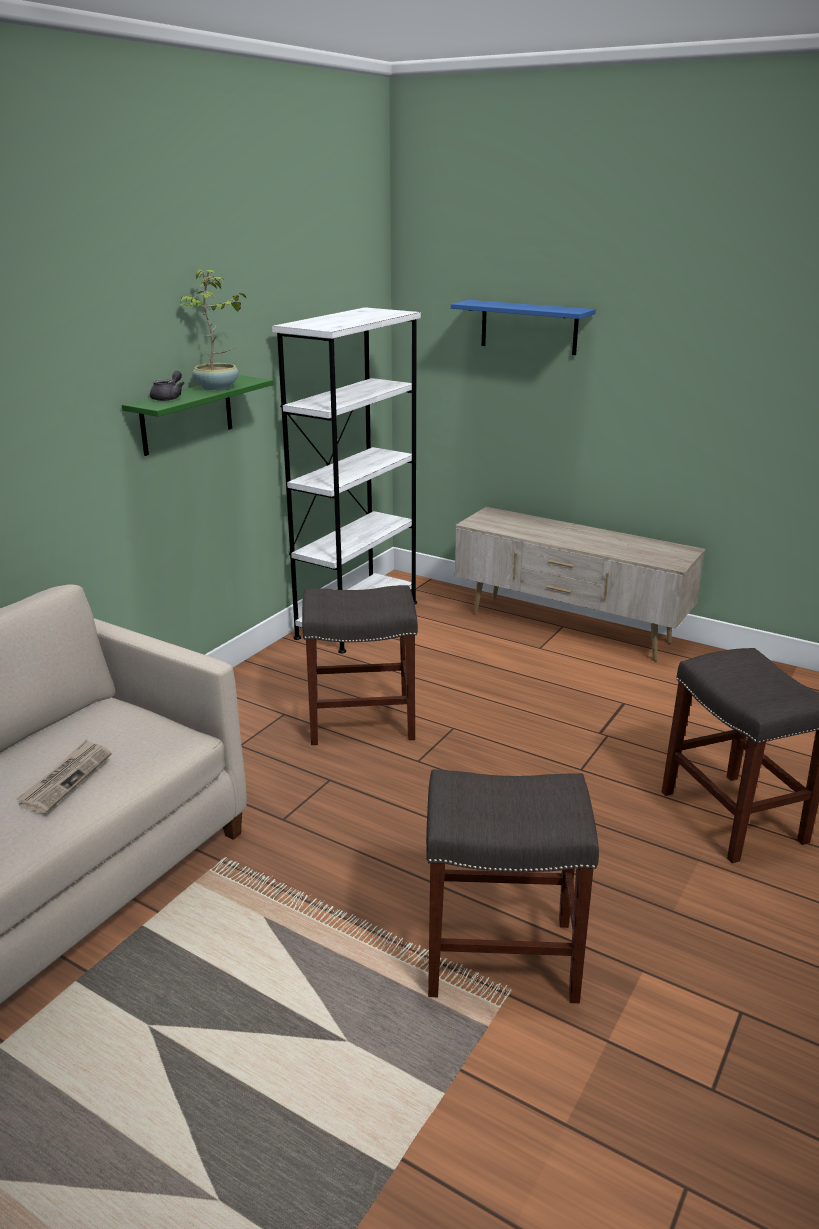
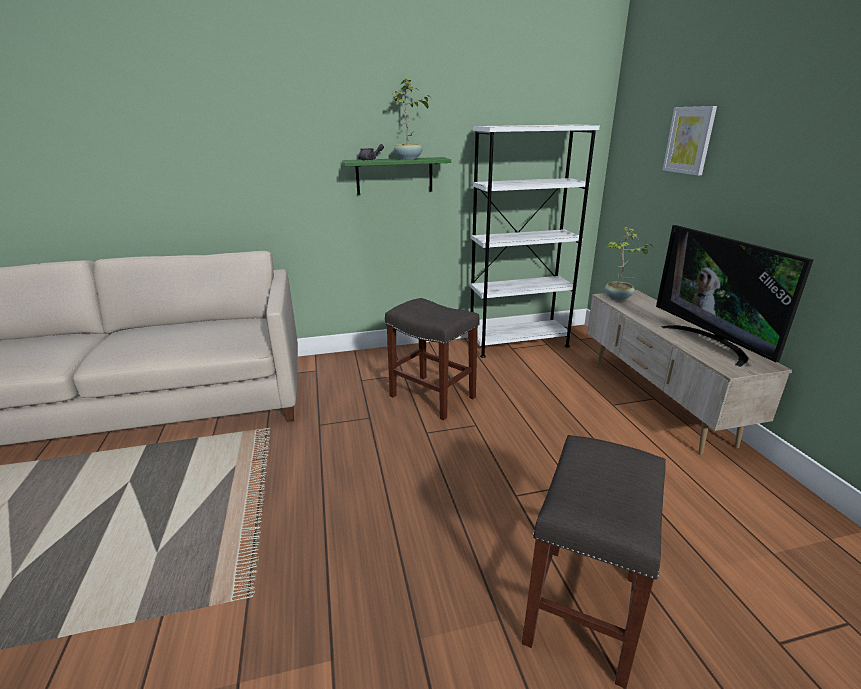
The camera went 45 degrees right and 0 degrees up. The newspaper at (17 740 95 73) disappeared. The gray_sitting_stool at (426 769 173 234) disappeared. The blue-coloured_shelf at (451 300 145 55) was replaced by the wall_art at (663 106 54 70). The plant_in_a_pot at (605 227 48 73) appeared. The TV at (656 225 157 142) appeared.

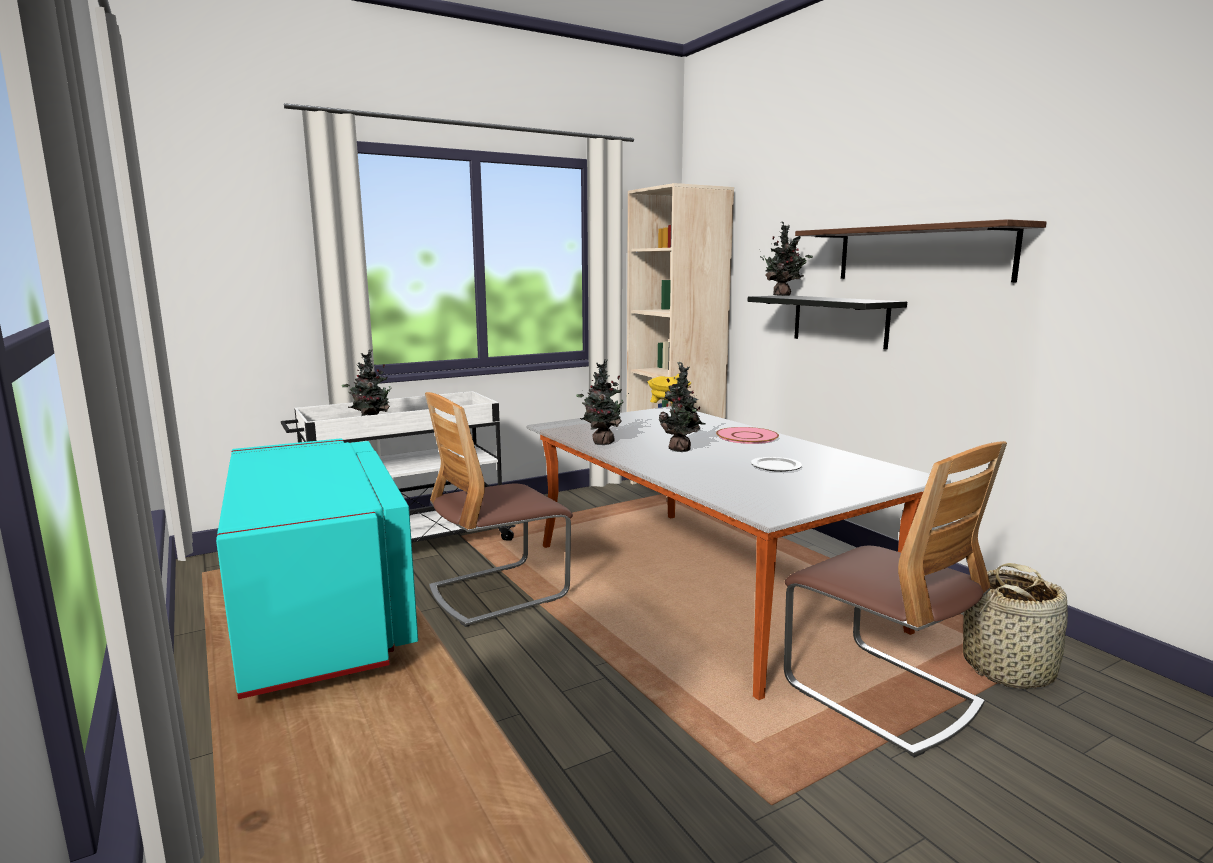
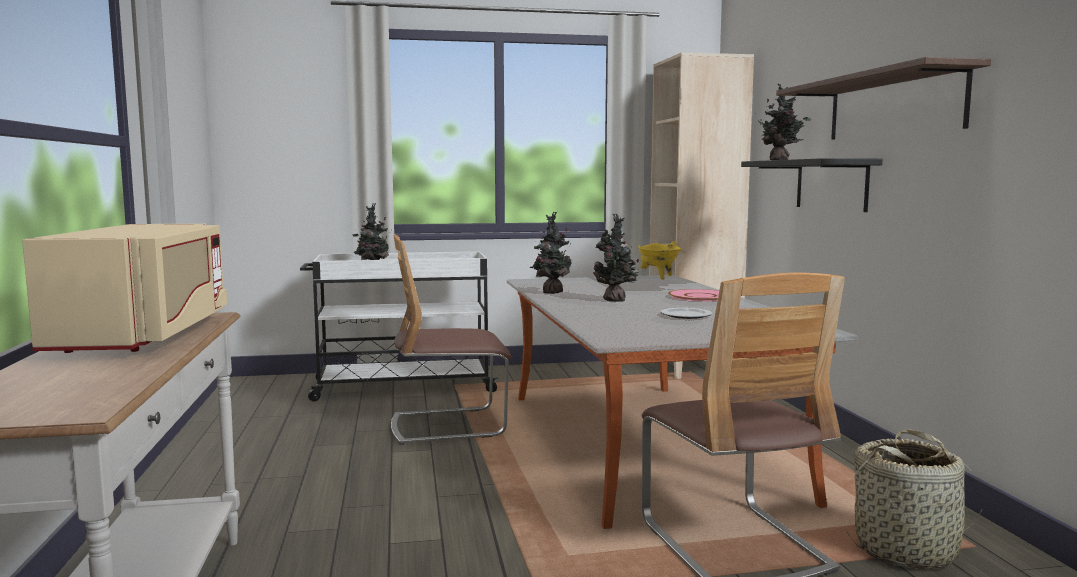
The camera went 20 degrees right and 5 degrees down. The blue-green_kitchen_microwave at (216 438 202 261) became the sand-coloured_kitchen_microwave at (22 224 205 129).

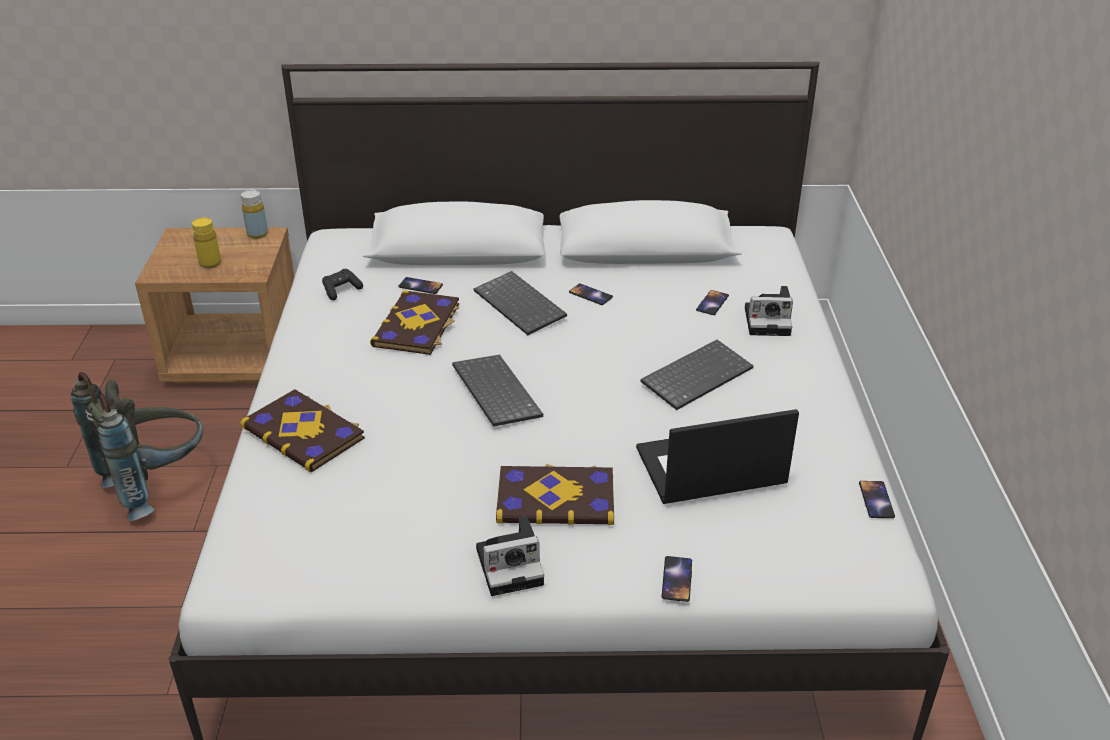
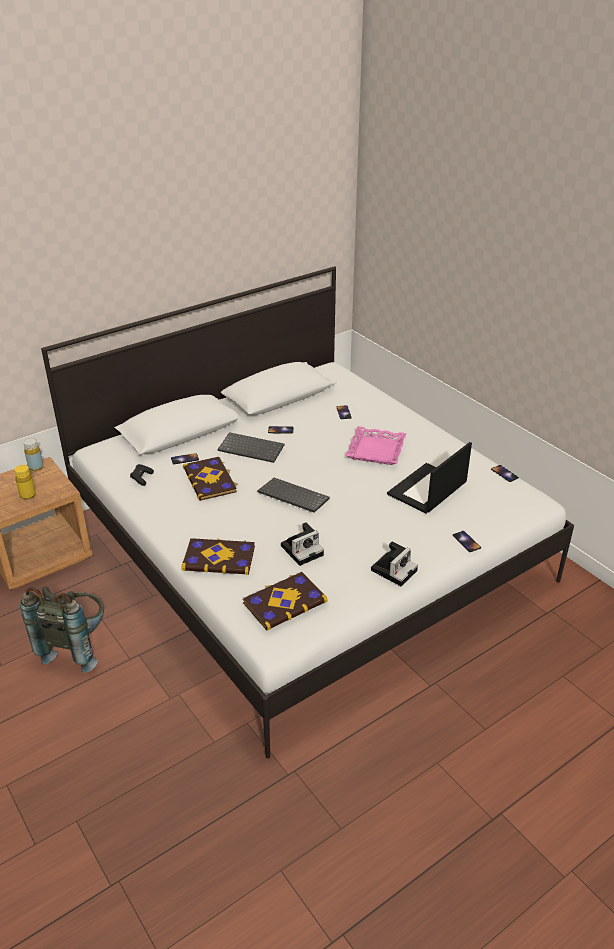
The camera went 35 degrees left and 0 degrees up. The bound_book moved from (496 464 118 61) to (243 572 85 59). The keyboard at (640 340 114 70) was replaced by the pink_tray at (346 426 61 39). The photo_camera moved from (745 286 48 50) to (281 523 43 43).

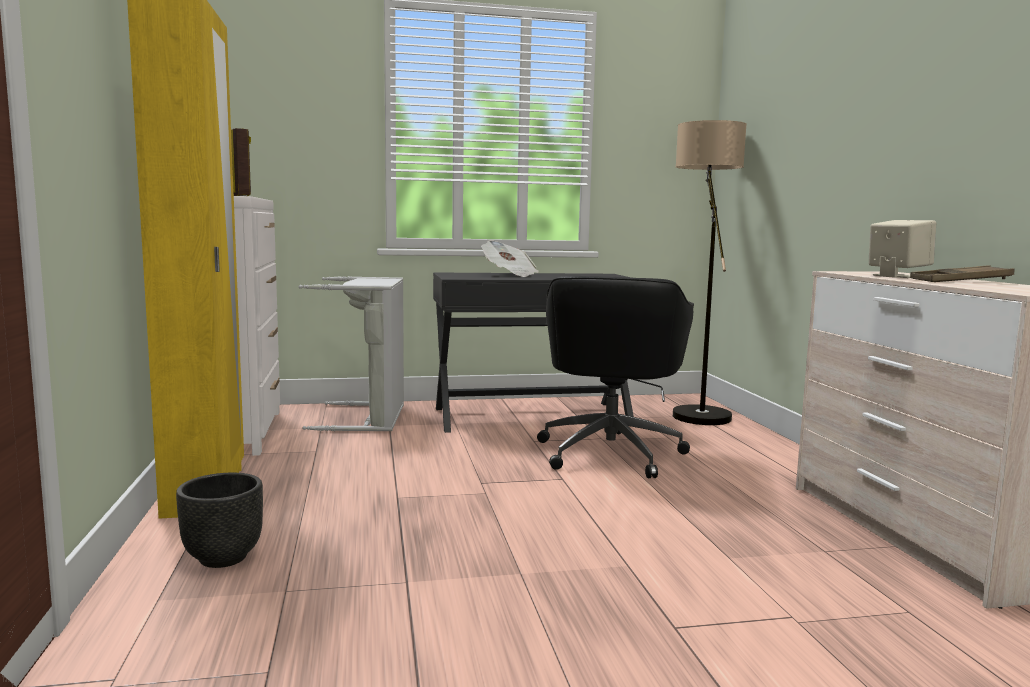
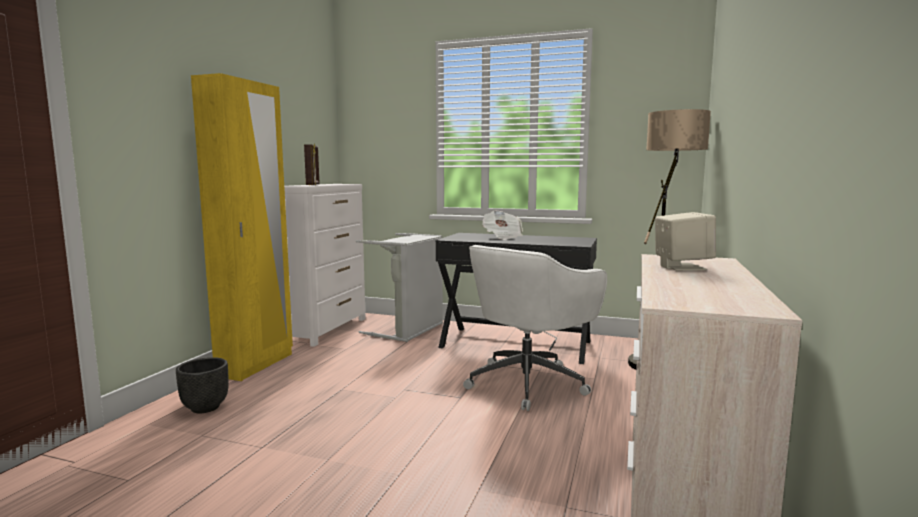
The camera went 30 degrees right and 0 degrees up. The black-coloured_office_chair at (537 276 157 202) became the white_office_chair at (463 245 144 166). The brown-coloured_tray at (910 265 105 17) disappeared.

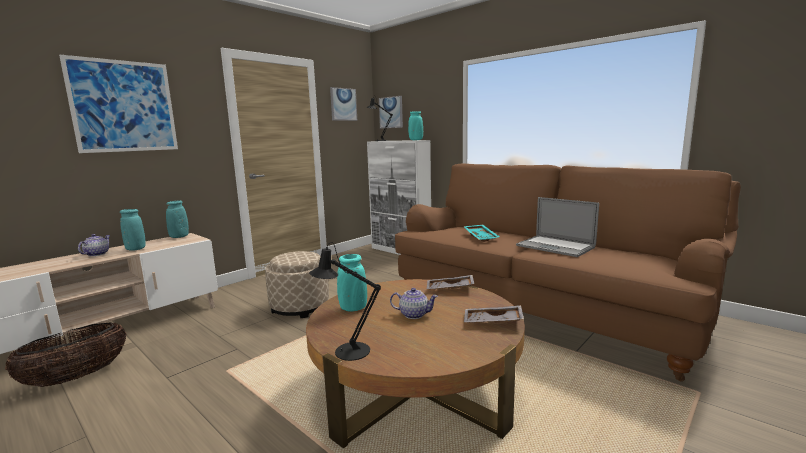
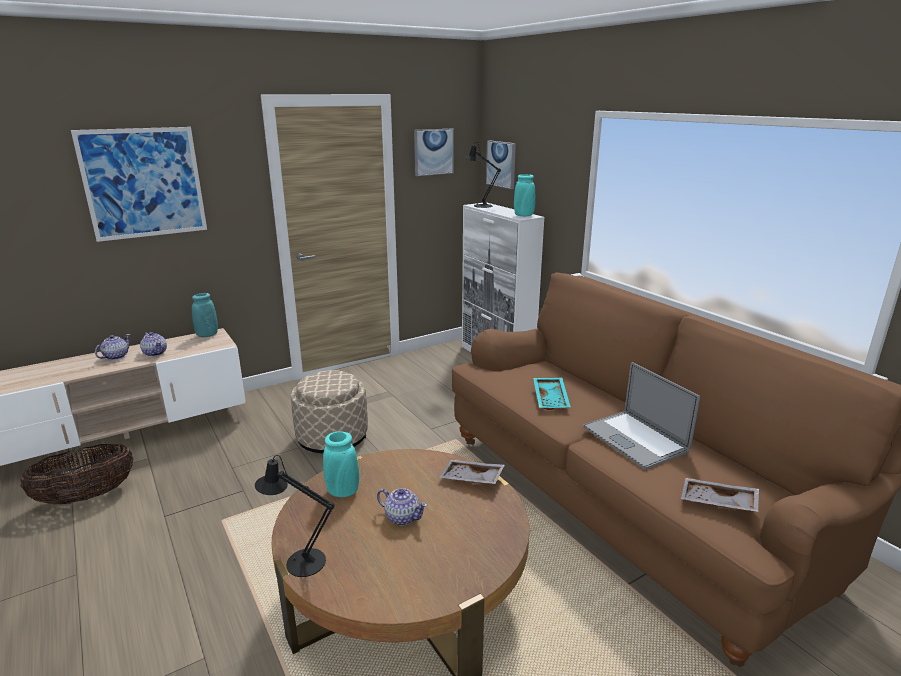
The camera went 15 degrees right and 10 degrees up. The blue-green_decorative_vase at (120 209 25 42) was replaced by the pot_for_tea at (140 332 27 25). The gray_tray moved from (464 305 60 18) to (681 478 78 34).

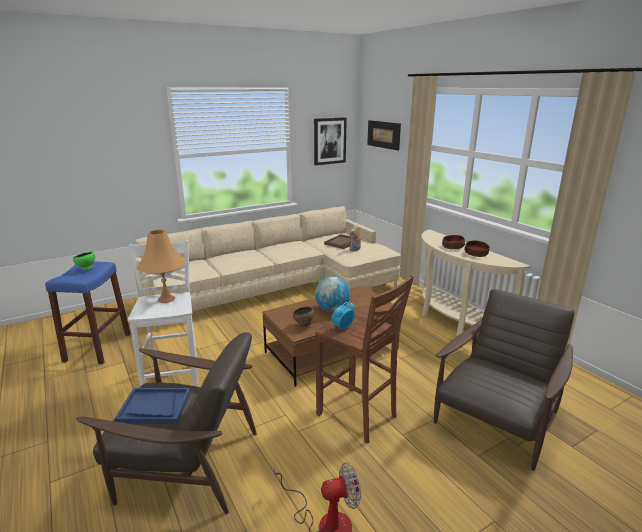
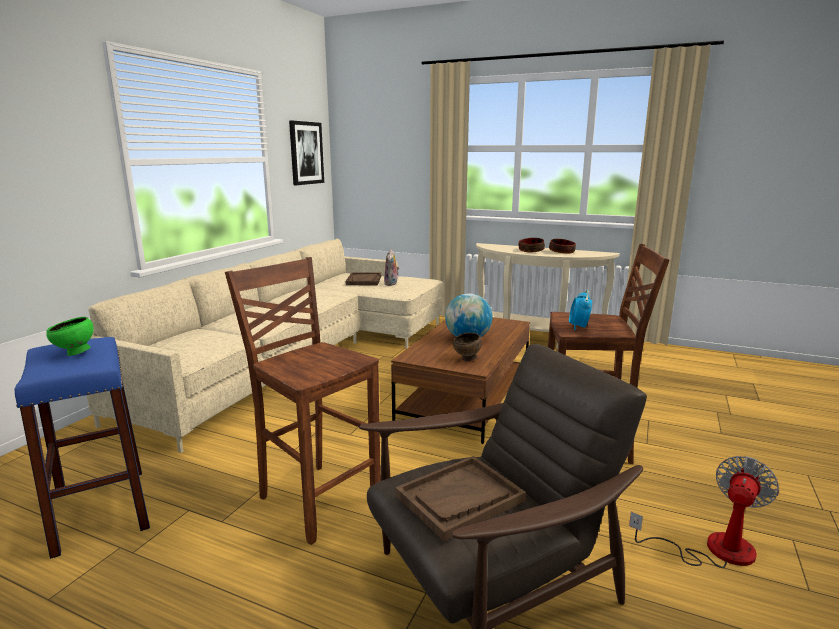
The camera went 35 degrees left and 5 degrees down. The blue-coloured_tray at (114 388 77 36) became the brown-coloured_tray at (396 456 130 85). The white_sitting_stool at (128 240 71 147) became the brown-coloured_sitting_stool at (225 257 156 288). The orange-coloured_tabletop_lamp at (136 230 49 73) disappeared. The wall_art at (367 120 34 31) disappeared. The brown-coloured_lounge_chair at (434 289 141 182) disappeared.

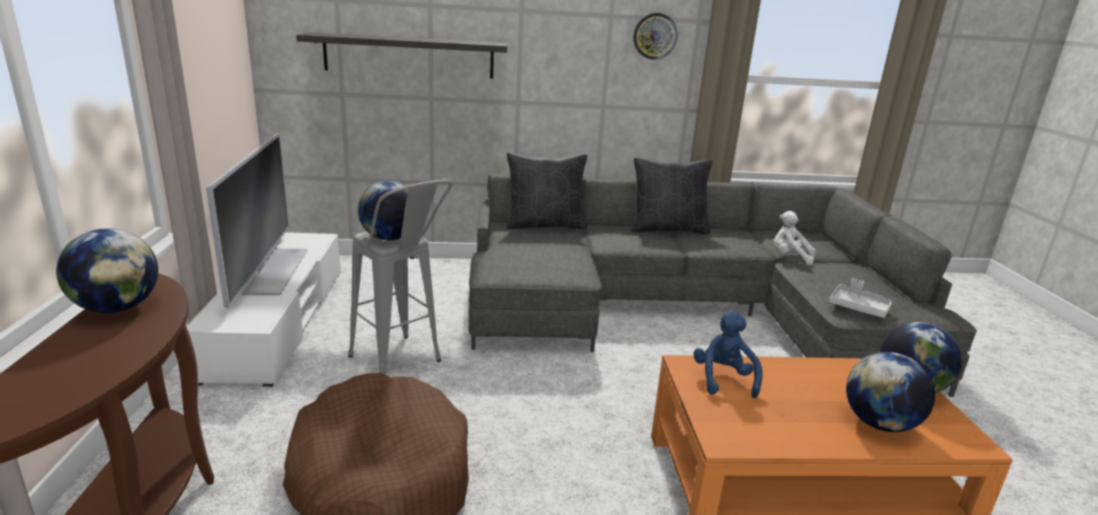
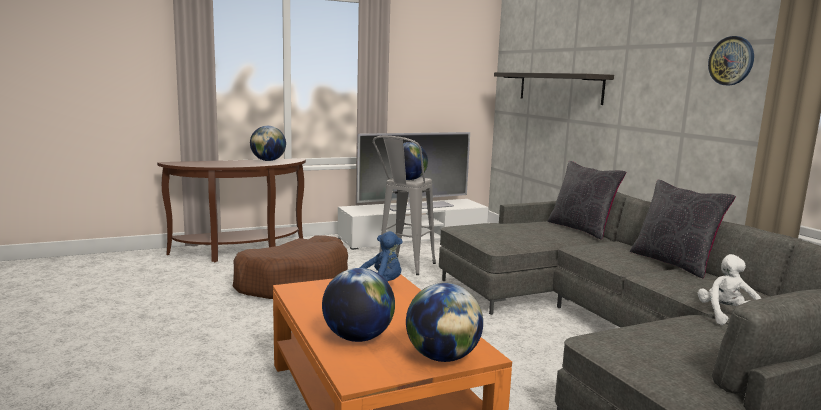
The camera went 70 degrees right and 10 degrees down. The gray_tray at (829 278 63 40) disappeared.

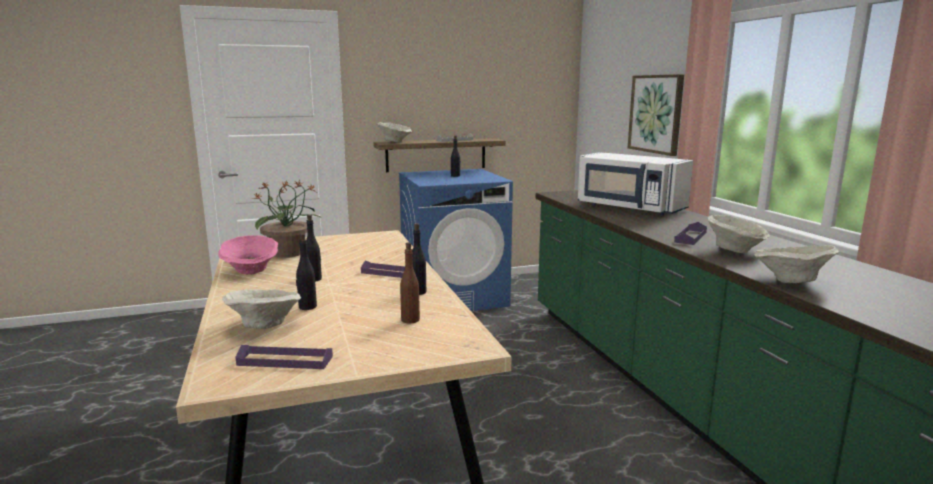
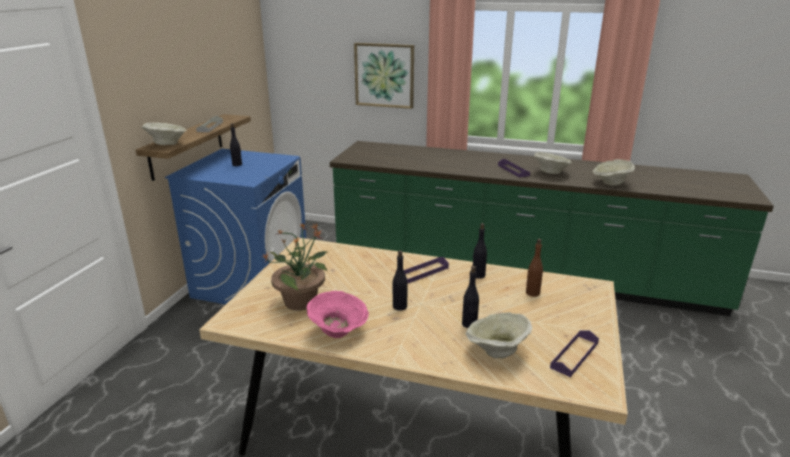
The camera went 55 degrees left and 10 degrees up. The white_kitchen_microwave at (578 152 115 64) disappeared.

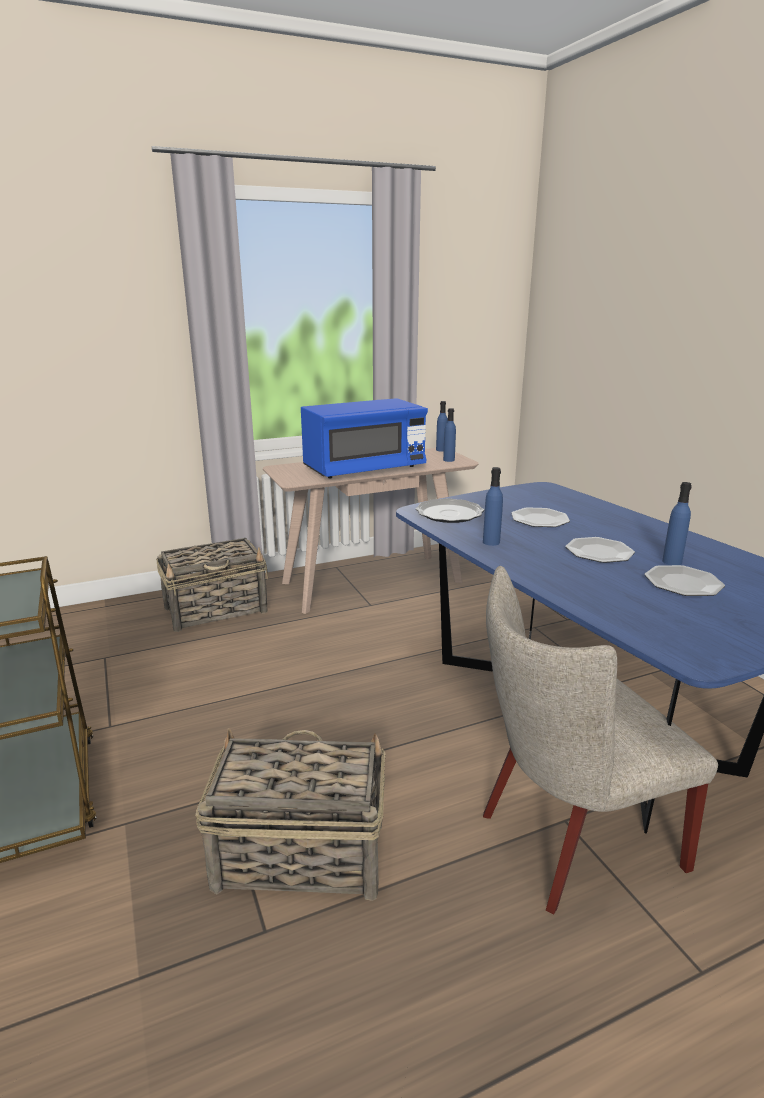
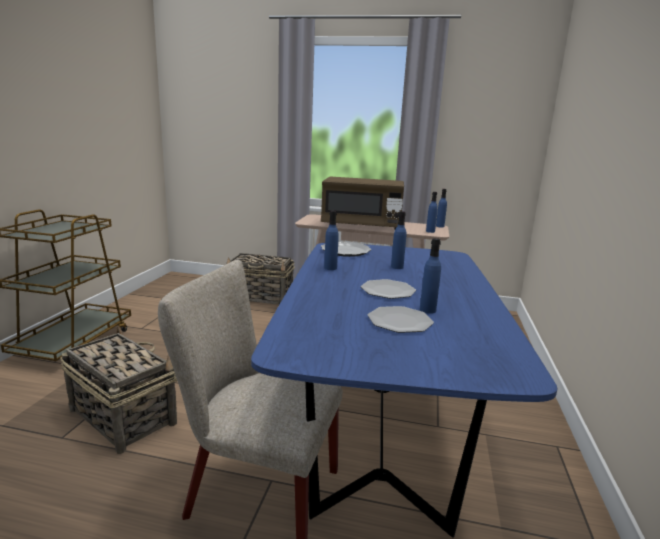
The camera went 35 degrees right and 5 degrees down. The blue-coloured_kitchen_microwave at (301 398 127 80) became the brown-coloured_kitchen_microwave at (321 177 83 53). The plate at (511 507 59 20) was replaced by the blue-coloured_drink_bottle at (391 211 16 58).

